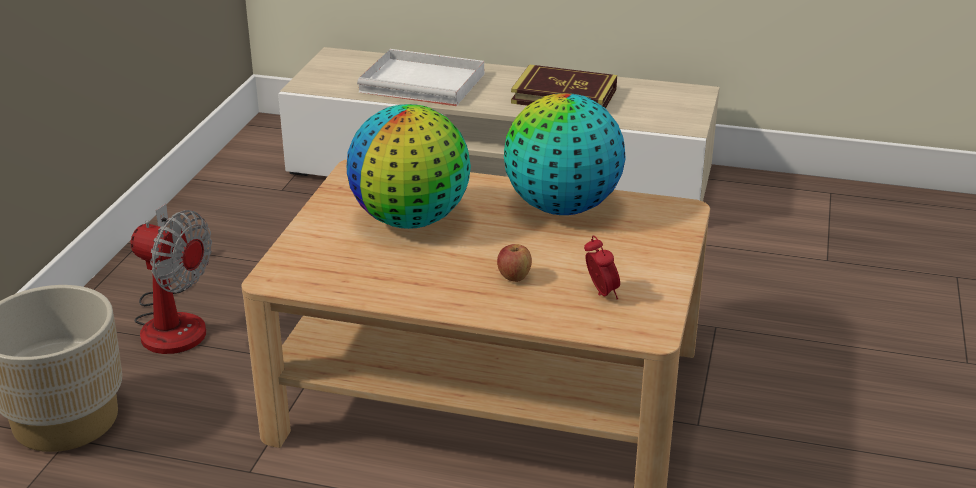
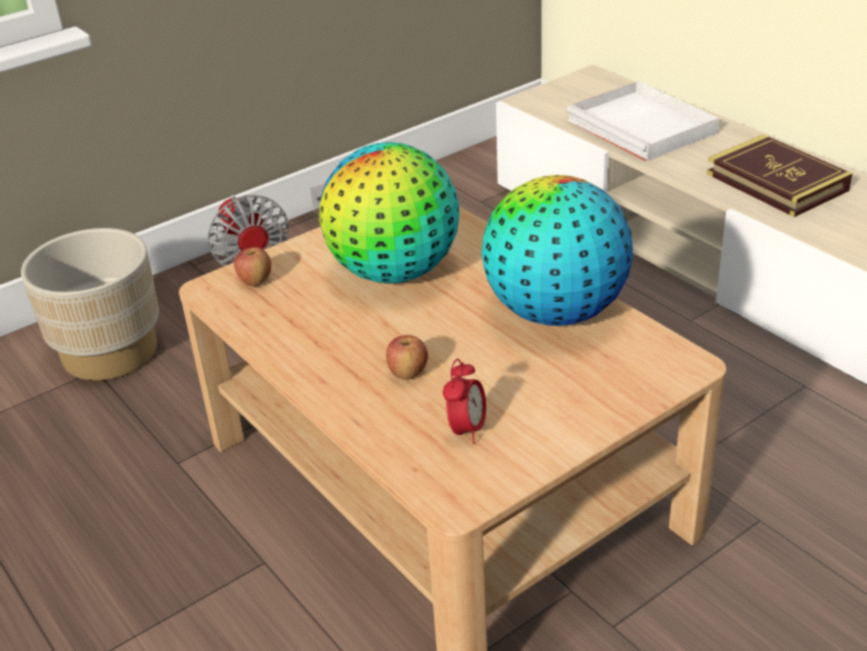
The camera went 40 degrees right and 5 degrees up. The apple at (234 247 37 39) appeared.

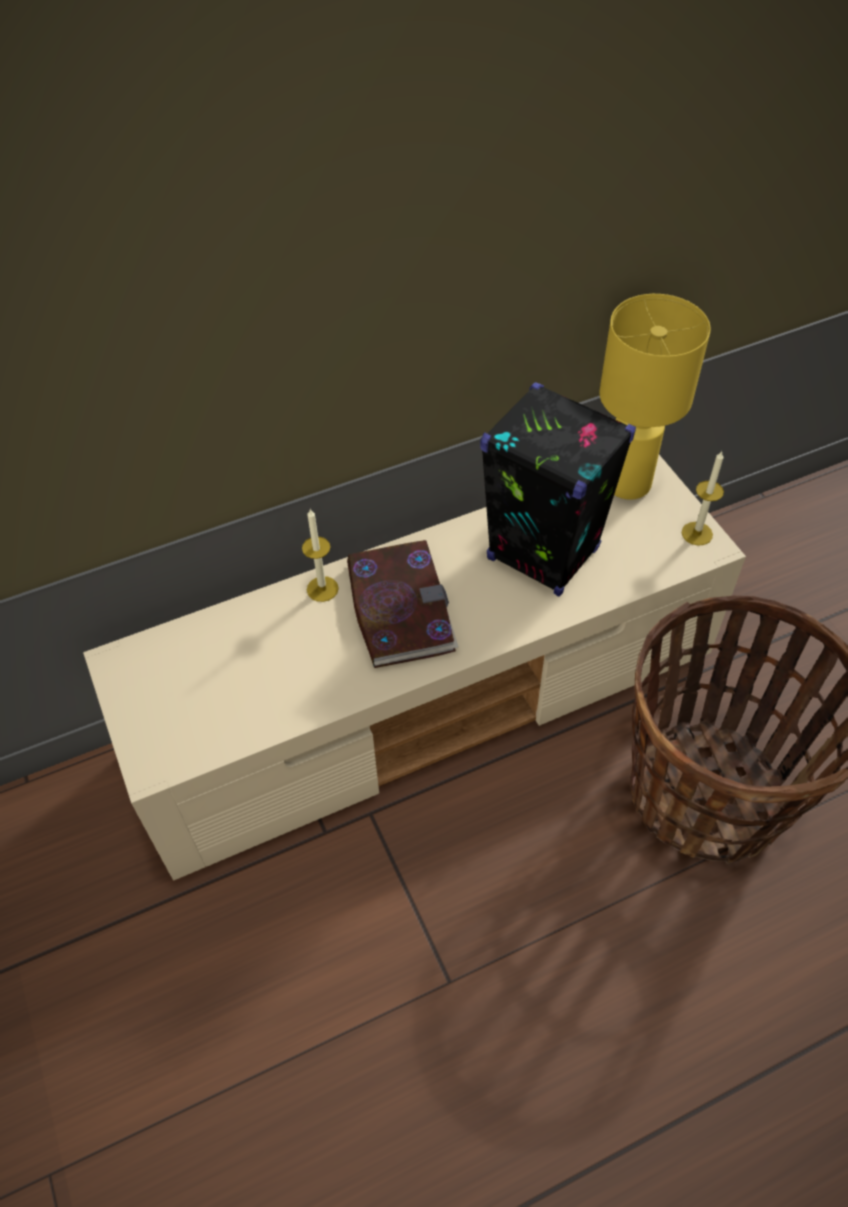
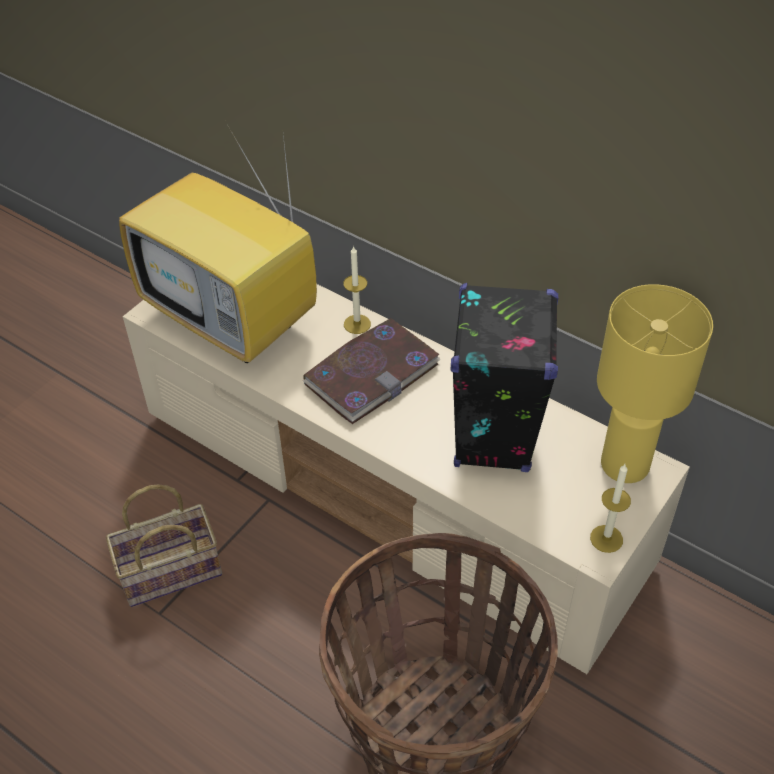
The camera went 60 degrees right and 5 degrees down. The household_basket at (106 485 116 122) appeared. The TV at (119 119 198 244) appeared.

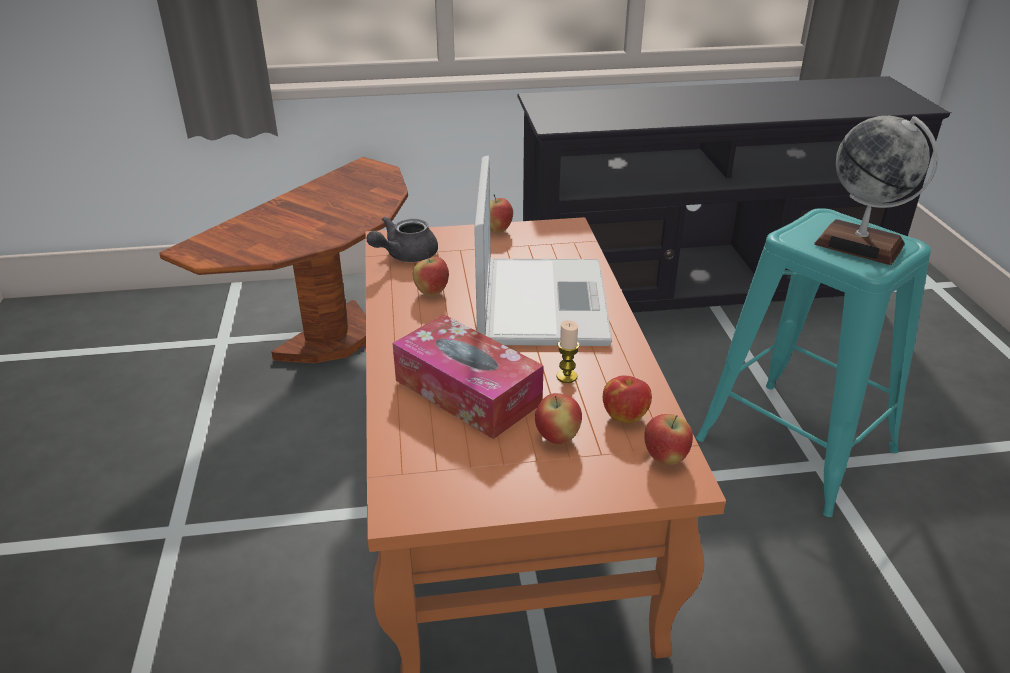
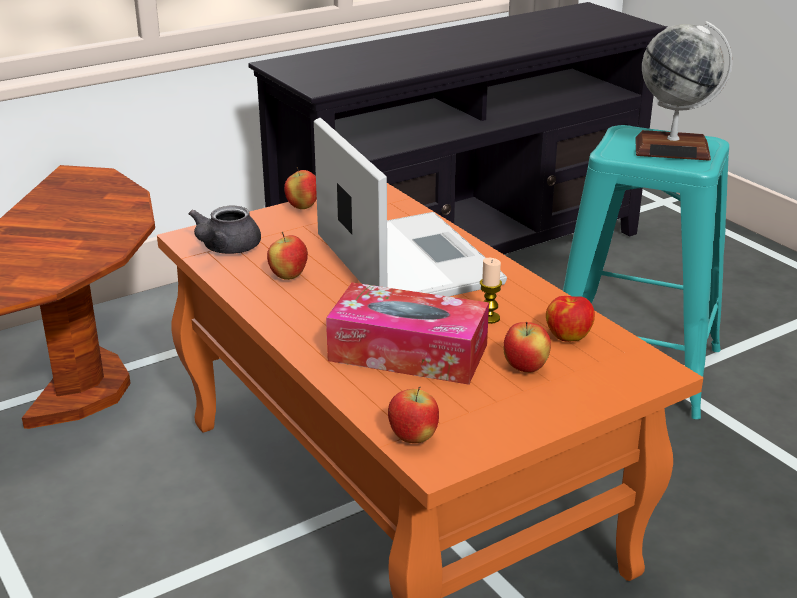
The camera went 25 degrees left and 5 degrees down. The apple moved from (644 414 49 51) to (388 386 51 57).

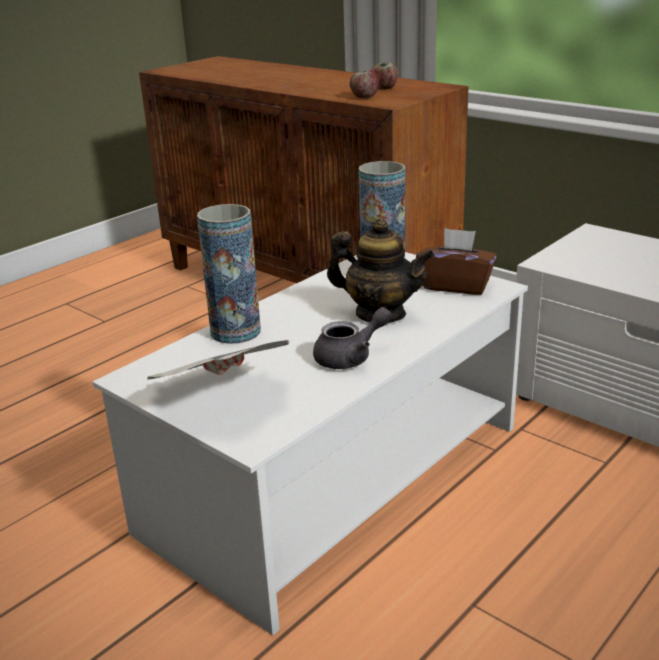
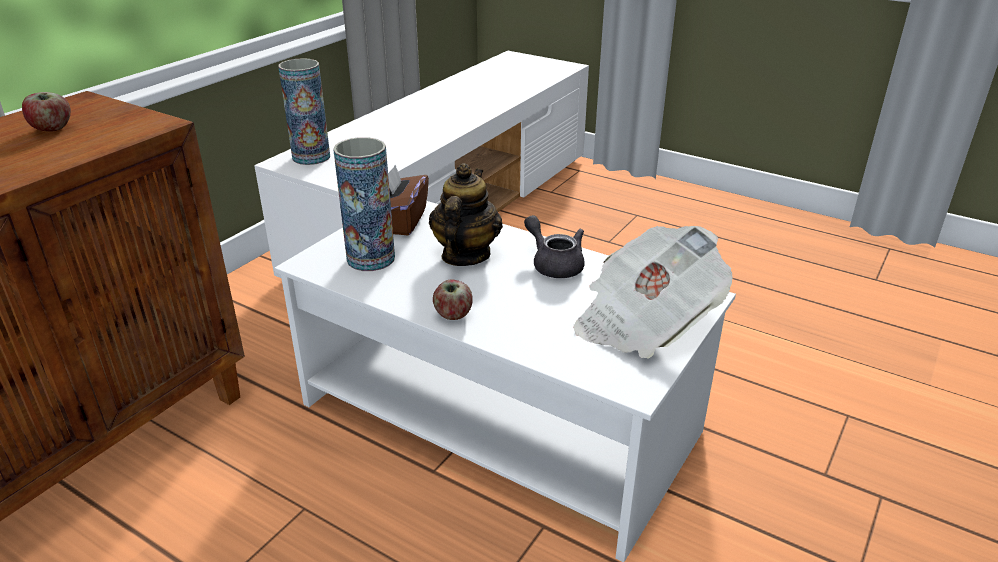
The camera went 100 degrees left and 5 degrees up. The decorative_vase moved from (197 204 64 140) to (278 58 52 107). The apple moved from (349 70 30 28) to (433 280 40 40).

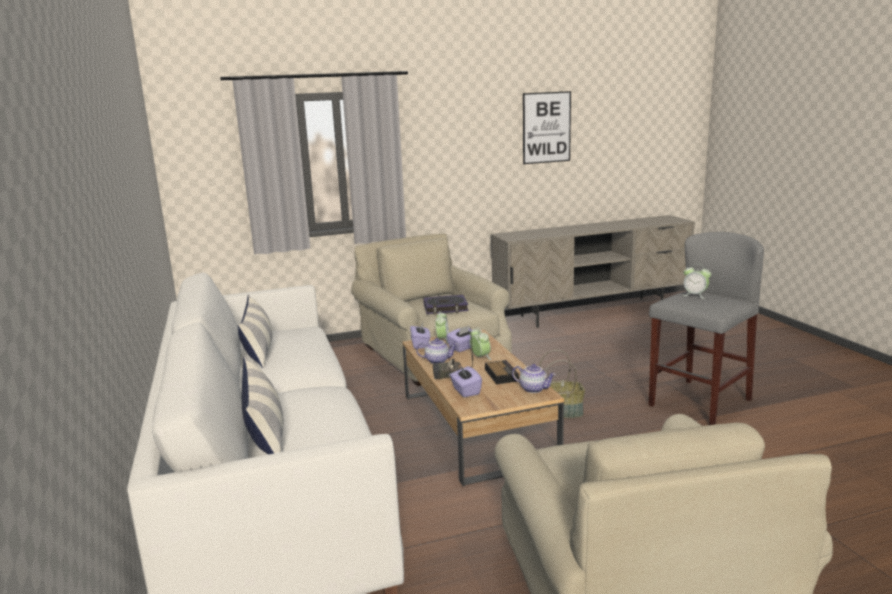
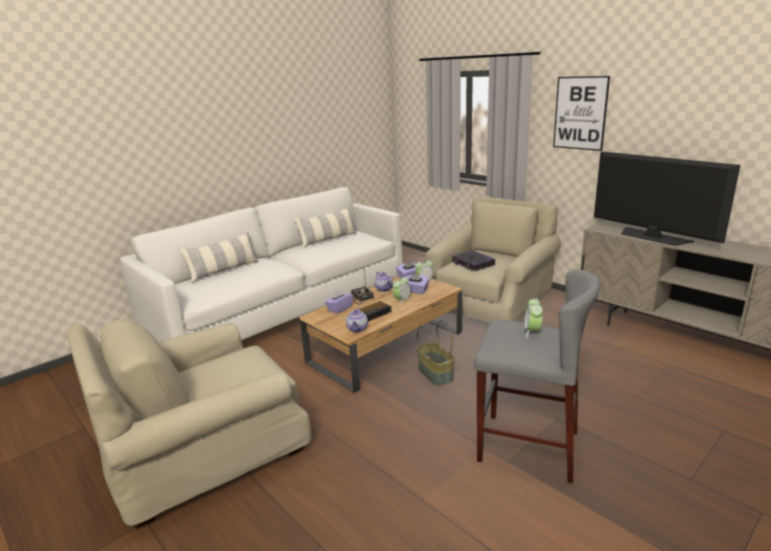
The camera went 65 degrees right and 5 degrees up. The wall_art moved from (523 91 48 73) to (553 76 57 75). The TV at (594 151 146 95) appeared.

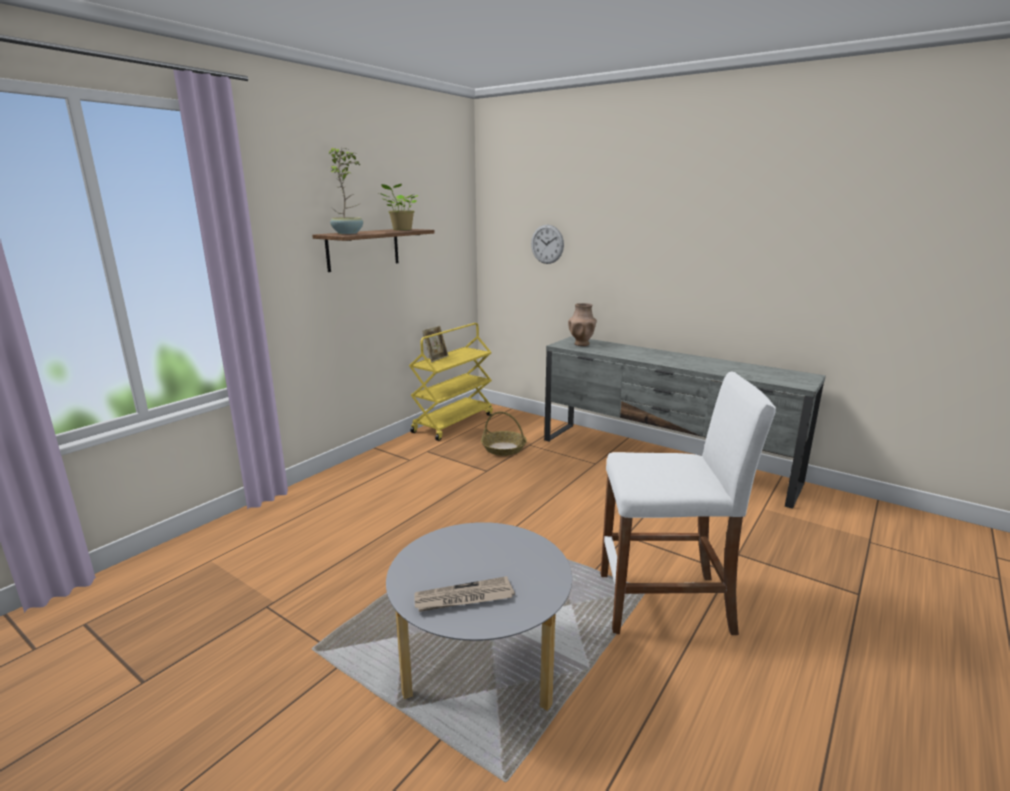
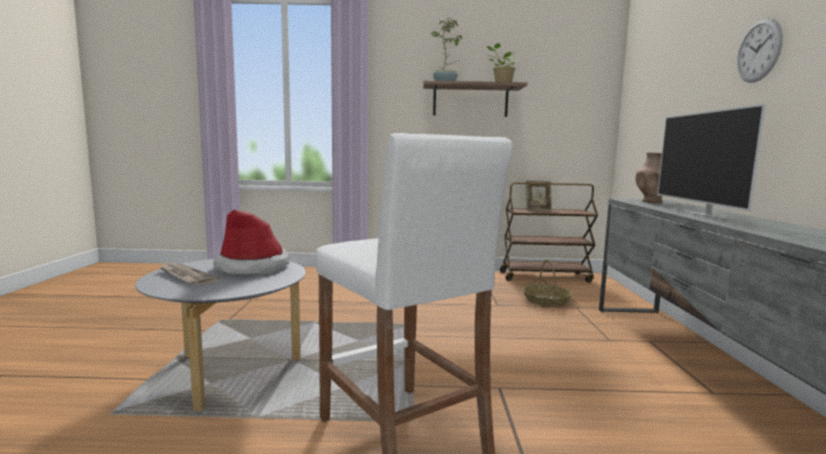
The camera went 55 degrees right and 10 degrees down. The yellow-coloured_wheeled_cart at (409 323 84 118) became the brown-coloured_wheeled_cart at (500 182 98 101). The wall_clock moved from (531 225 33 39) to (737 18 46 65). The wearable_hat at (213 210 76 65) appeared. The TV at (657 104 109 116) appeared.

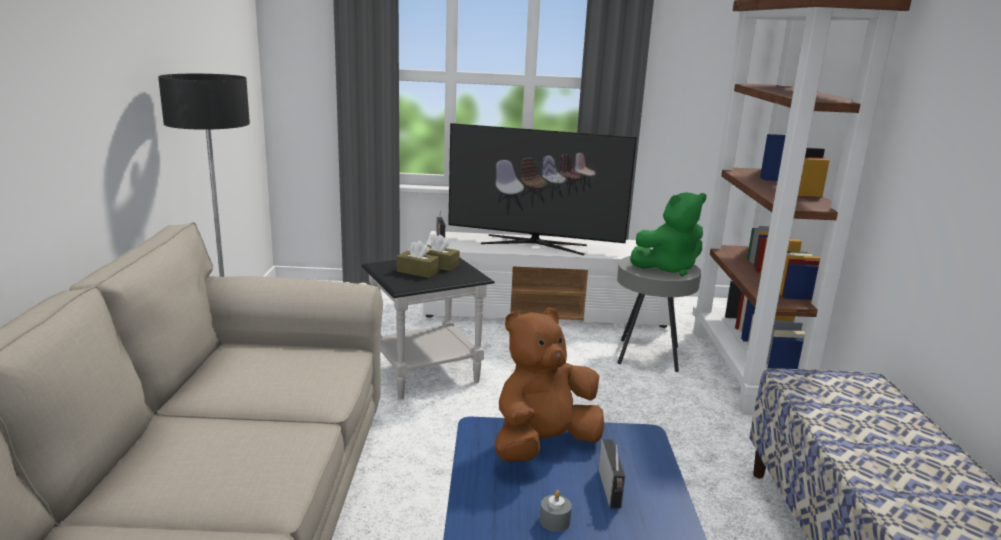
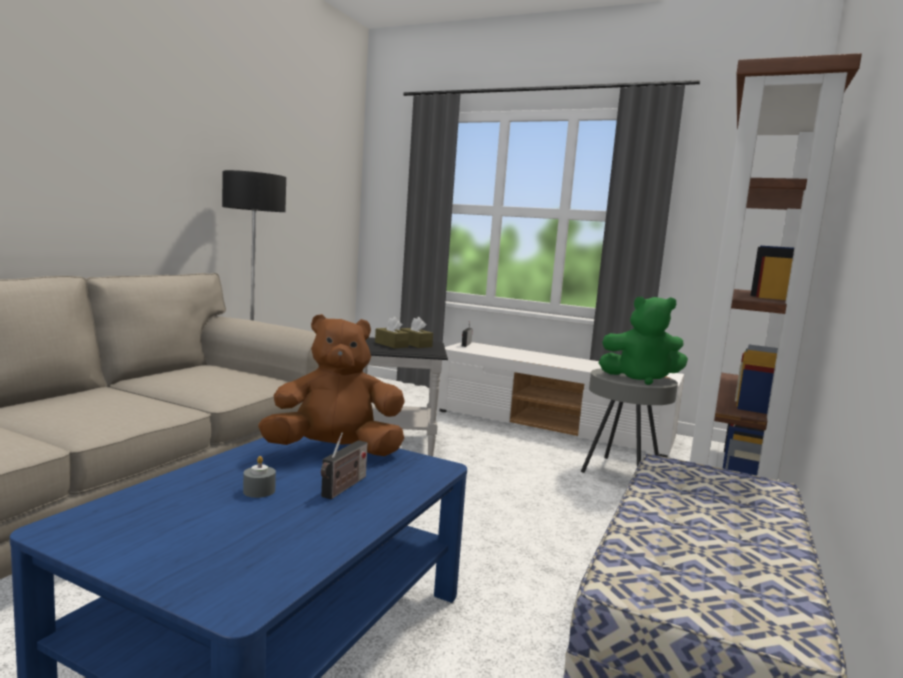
The camera went 25 degrees right and 10 degrees down. The TV at (448 123 189 132) disappeared.

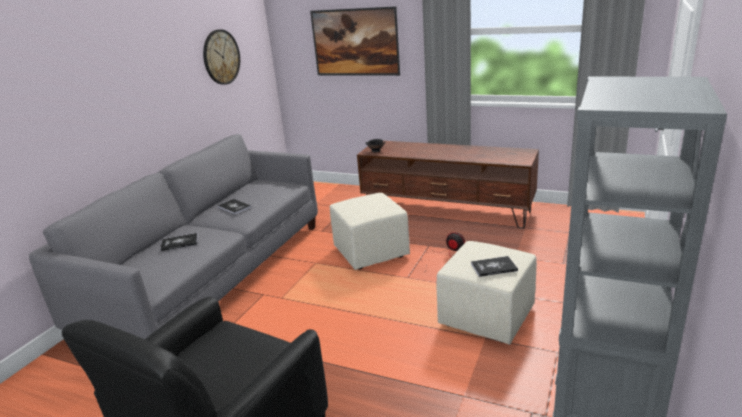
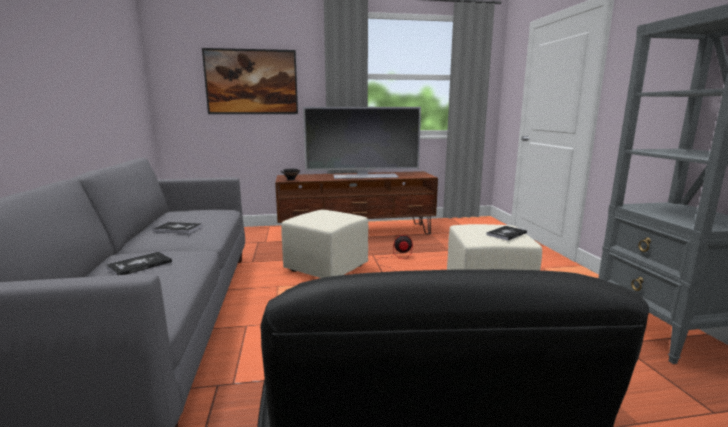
The camera went 35 degrees left and 10 degrees down. The wall_clock at (203 29 37 56) disappeared. The TV at (303 107 118 72) appeared.

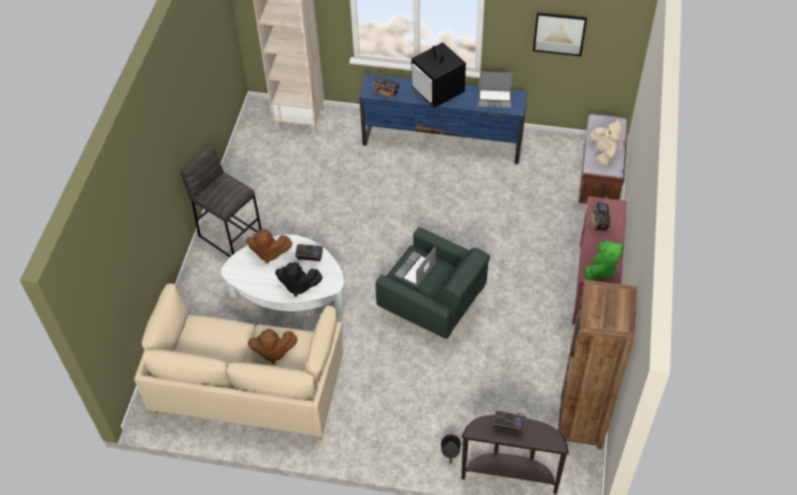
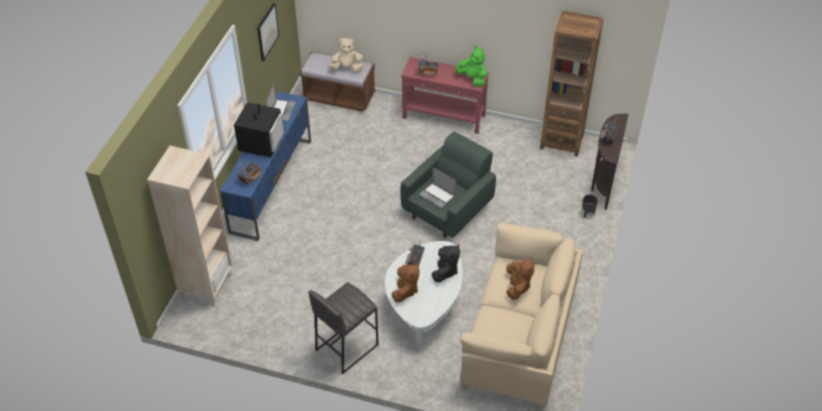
The camera went 85 degrees left and 5 degrees down. The TV at (411 42 55 66) turned 45 degrees counterclockwise.

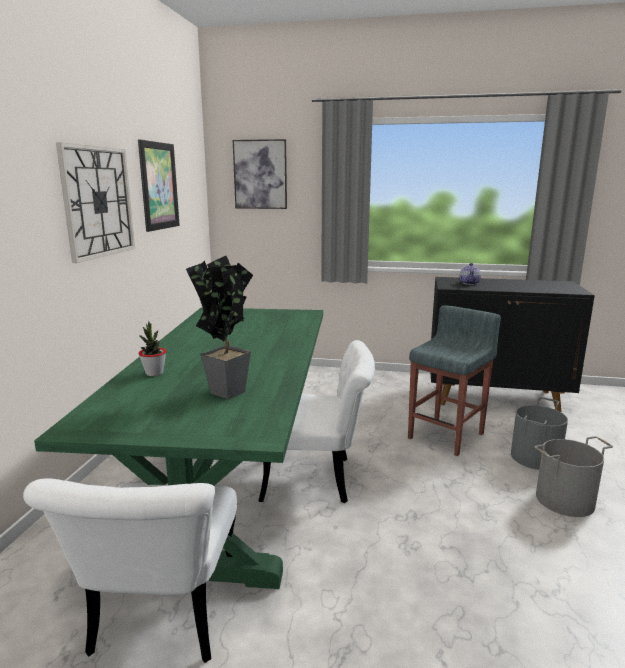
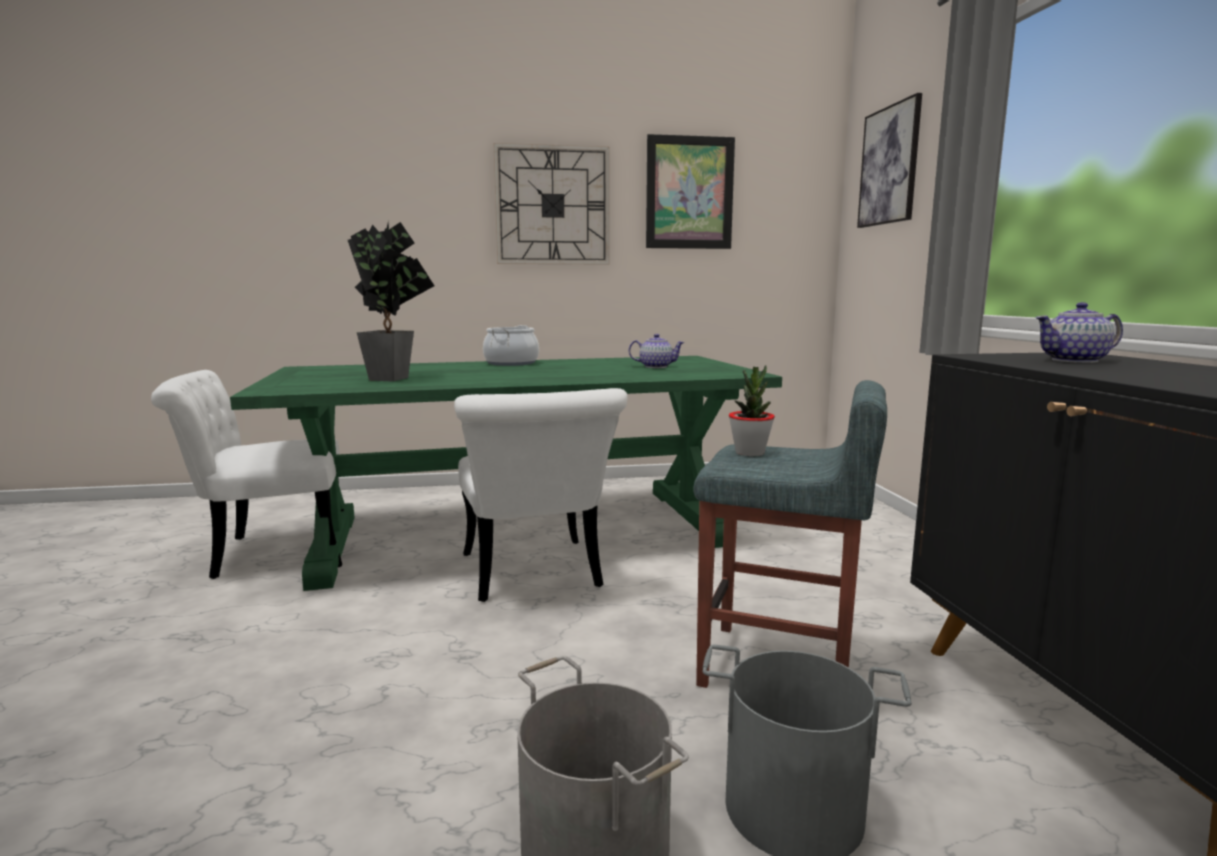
The camera went 70 degrees right and 5 degrees down. The plant_in_a_pot moved from (138 321 28 55) to (729 365 46 91). The saucepot at (483 325 56 41) appeared. The pot_for_tea at (629 334 56 34) appeared.

